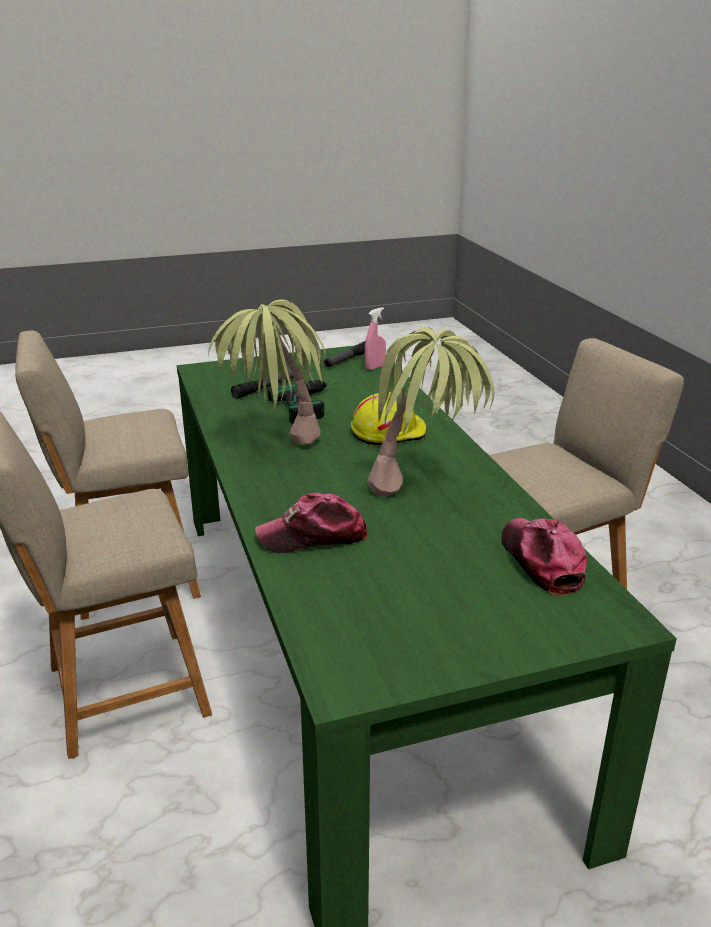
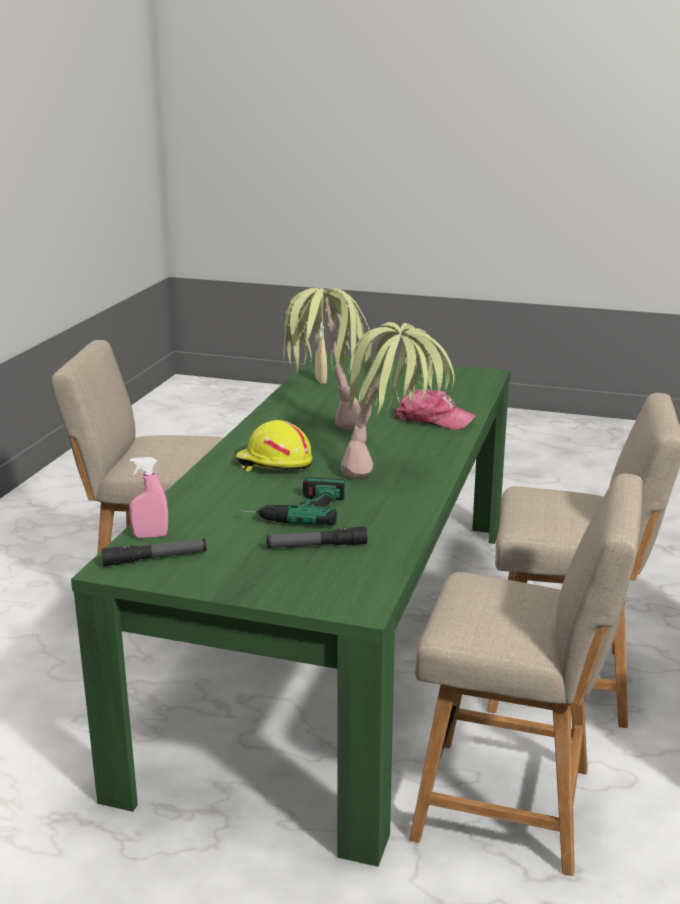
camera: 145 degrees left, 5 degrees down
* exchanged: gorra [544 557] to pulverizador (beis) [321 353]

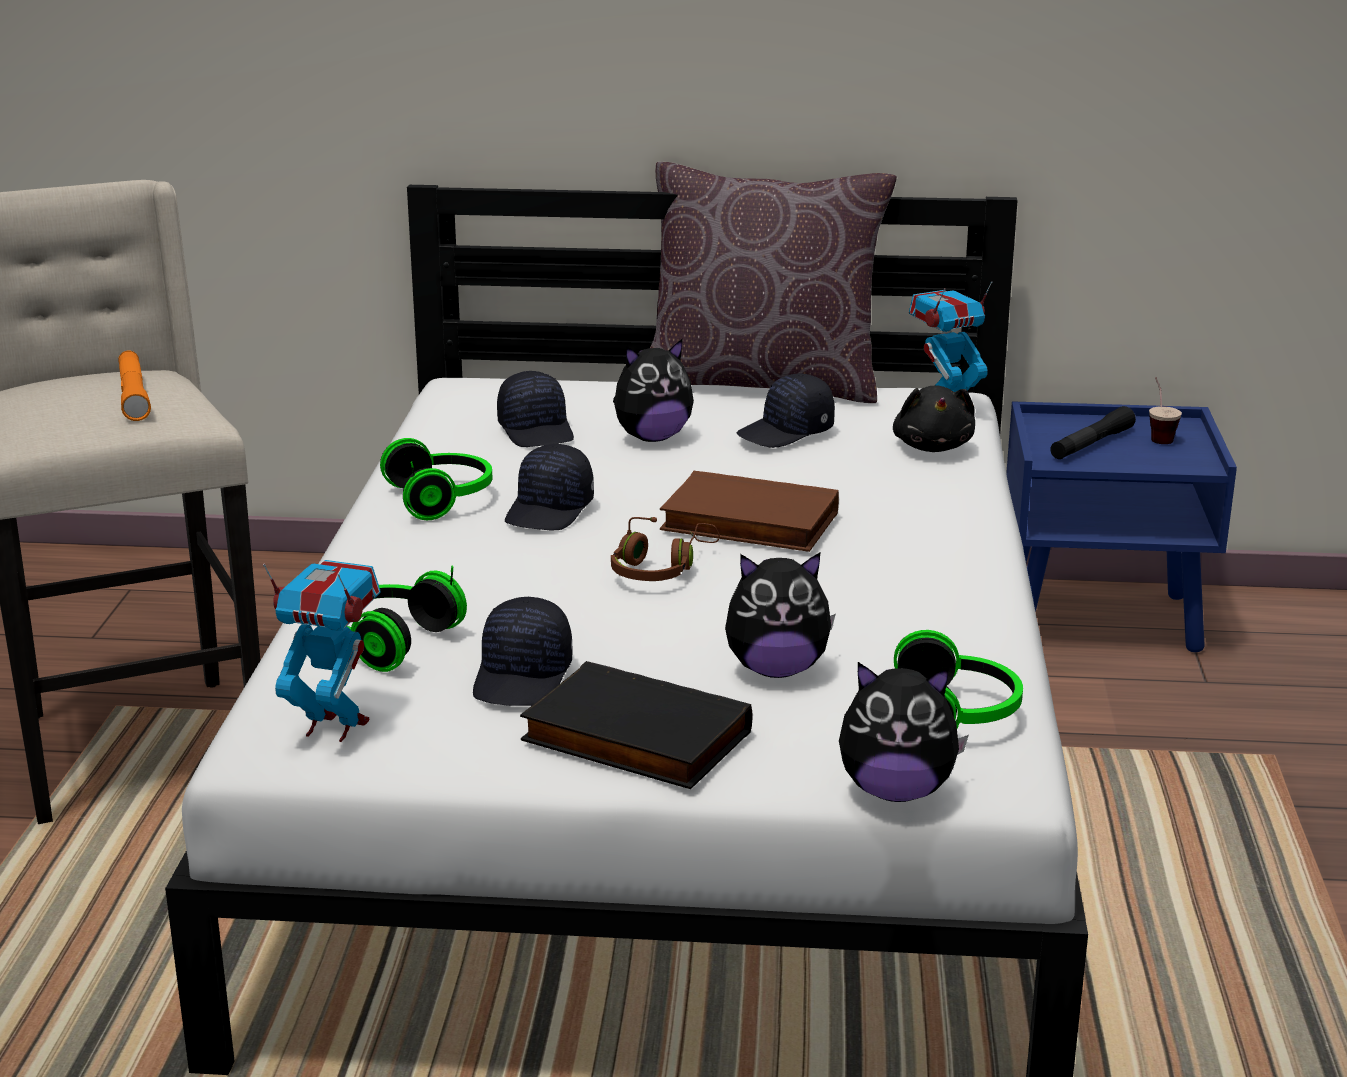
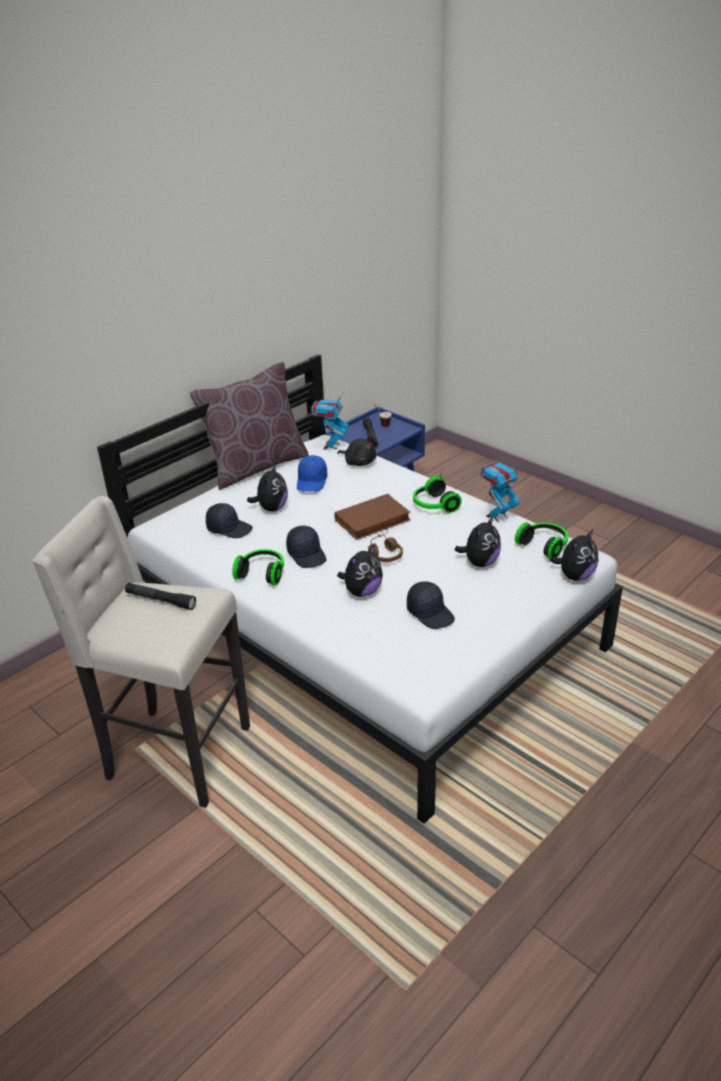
camera: 50 degrees left, 10 degrees up
* colour: linterna (naranja) [134 385] to linterna (negro) [160 596]
* relocated: robot de juguete [322 651] to [500 492]
* relocated: auriculares [406 619] to [437 492]
* missing: libro (negro) [636 725]
* colour: gorra (negro) [786 411] to gorra (azul) [312 473]
* appeared: peluche [360 571]

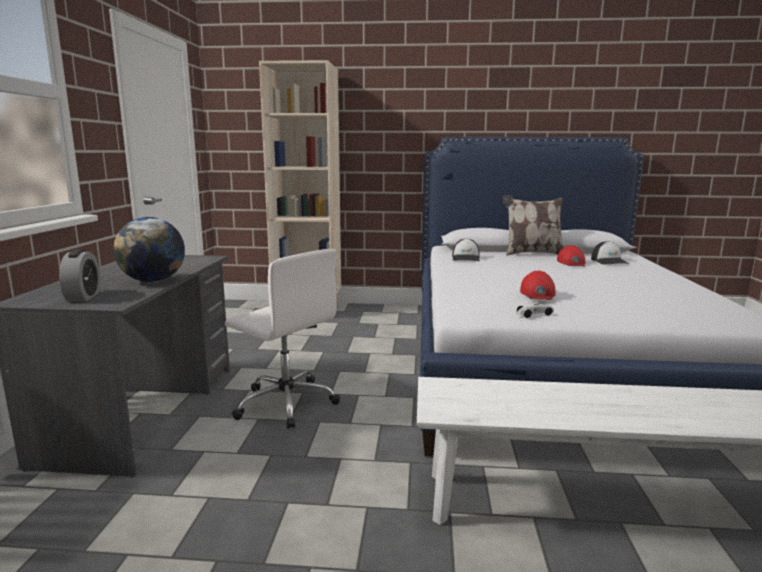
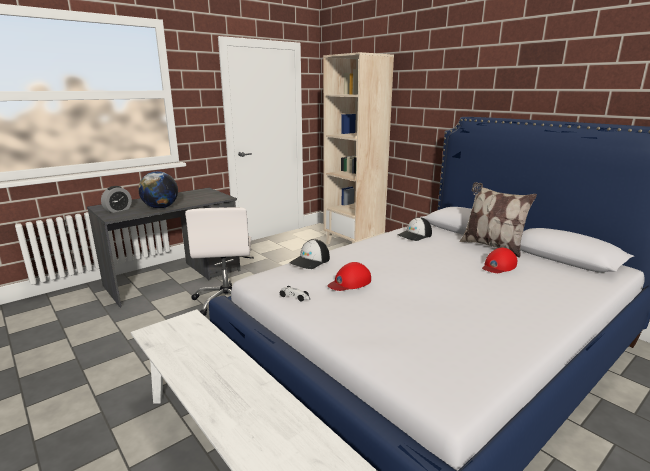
camera: 45 degrees right, 5 degrees up
* relocated: gorra [610 252] to [309 254]

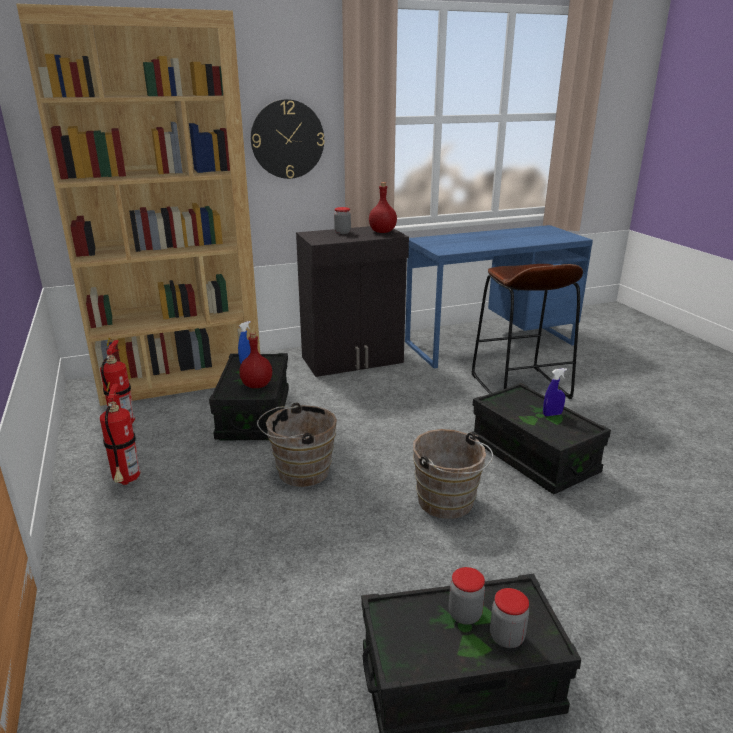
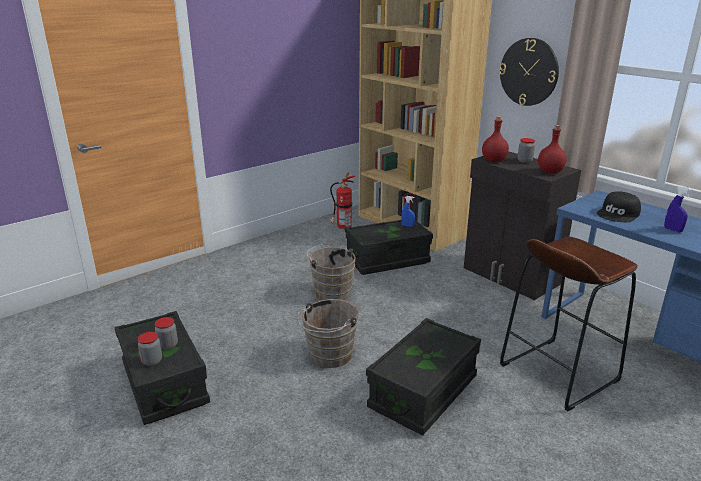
camera: 70 degrees right, 0 degrees up
* missing: extintor [120 433]
* relocated: botella (rojo) [255 360] to [495 139]
* relocated: pulverizador (azul) [555 392] to [678 209]
* appeared: gorra (negro) [619 206]

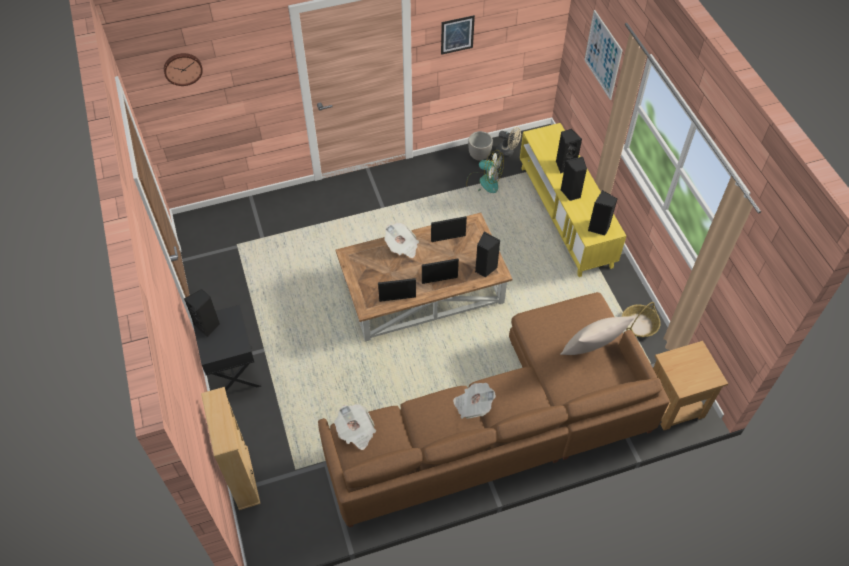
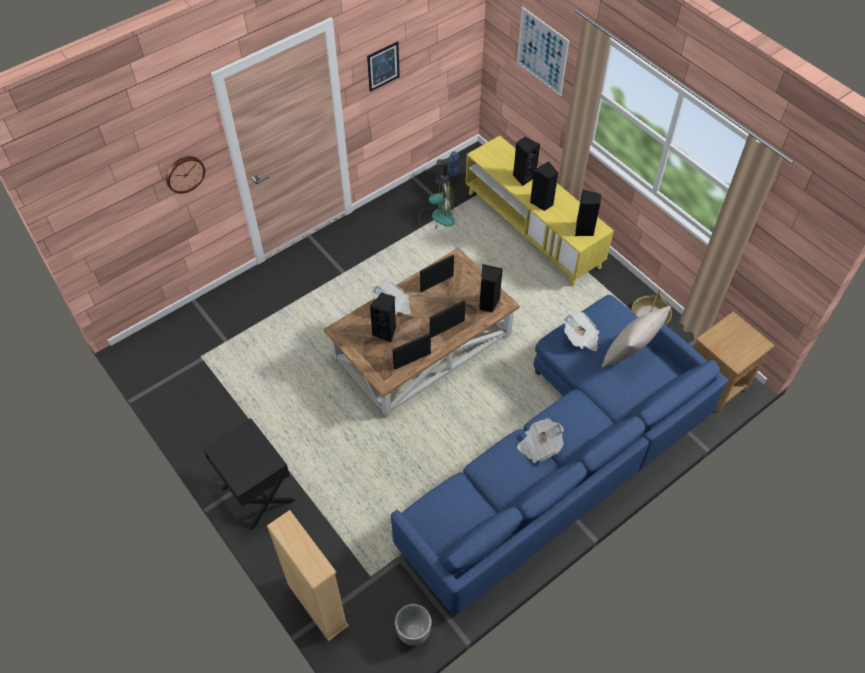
camera: 20 degrees left, 0 degrees up
* relocated: reloj de pared [183 69] to [185 175]
* relocated: altavoz (negro) [202 313] to [383 317]
* colour: sofá (marrón) [494 409] to sofá (azul) [559 456]
* relocated: periódico [355 427] to [581 331]
* relocated: maceta [480 146] to [413 625]
* colour: ventilador (beis) [508 142] to ventilador (azul) [447 169]

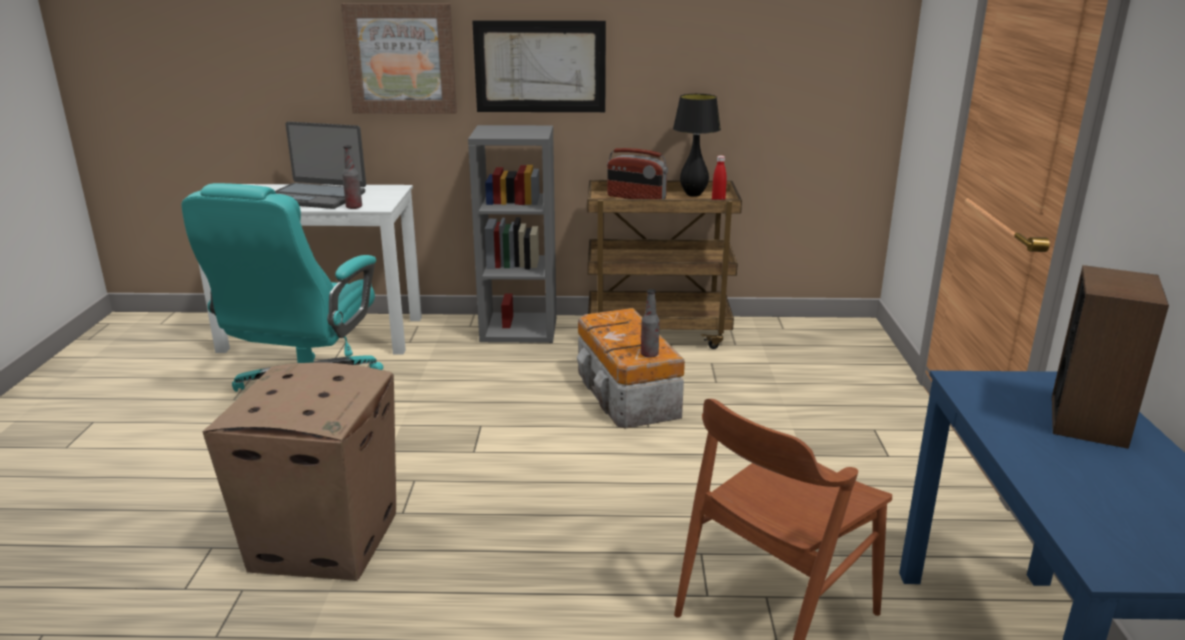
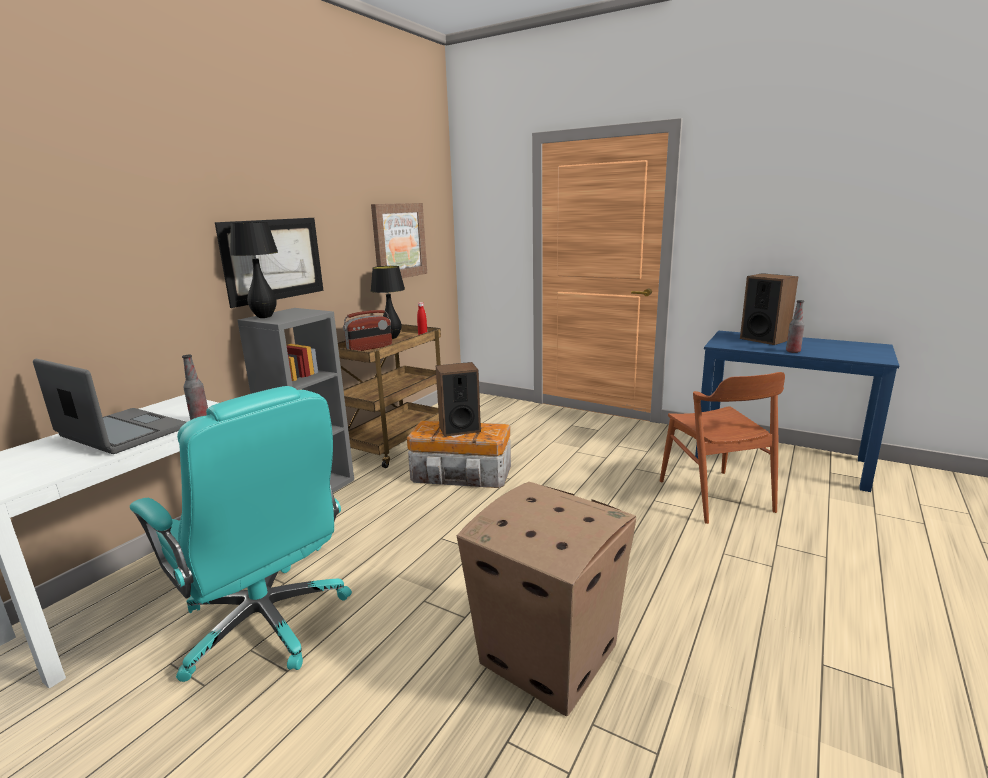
camera: 60 degrees left, 5 degrees down
* spun: portátil [320 165] = [109 406] 105 degrees counterclockwise
* relocated: cuadro [399 58] to [399 240]
* relocated: botella [650 323] to [795 326]
* appeared: lámpara de mesa (negro) [254 270]
* appeared: altavoz [458 399]

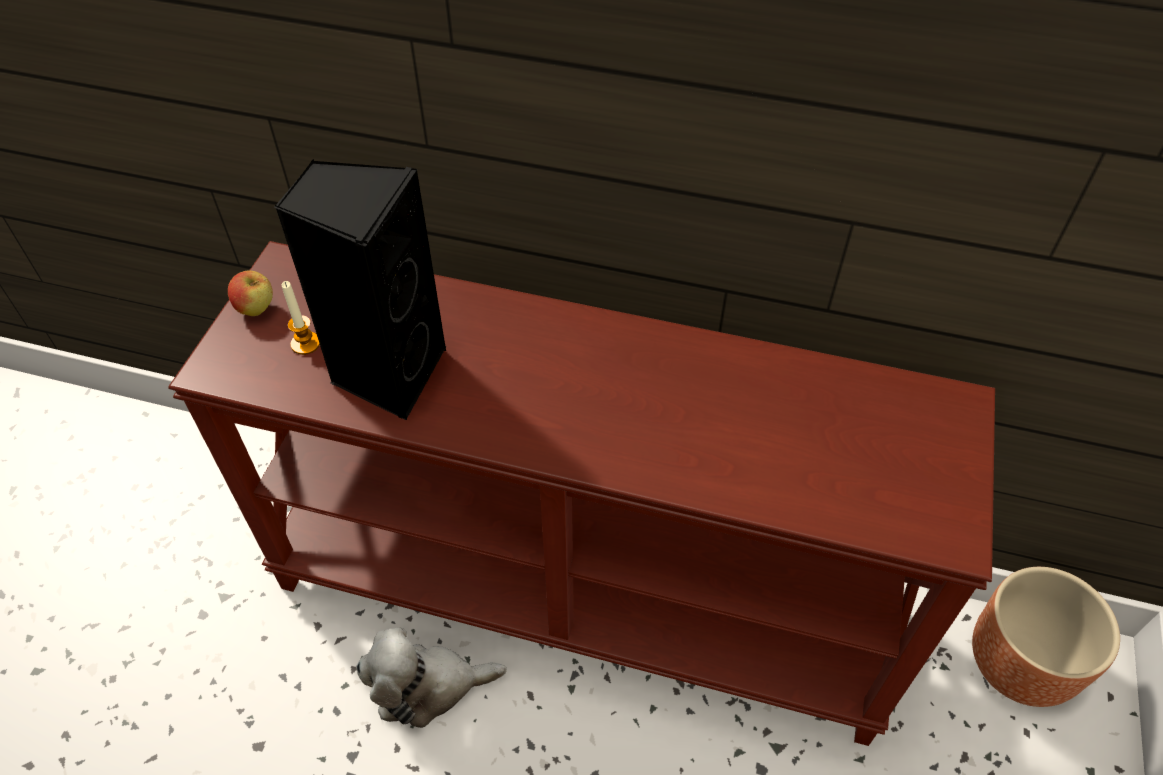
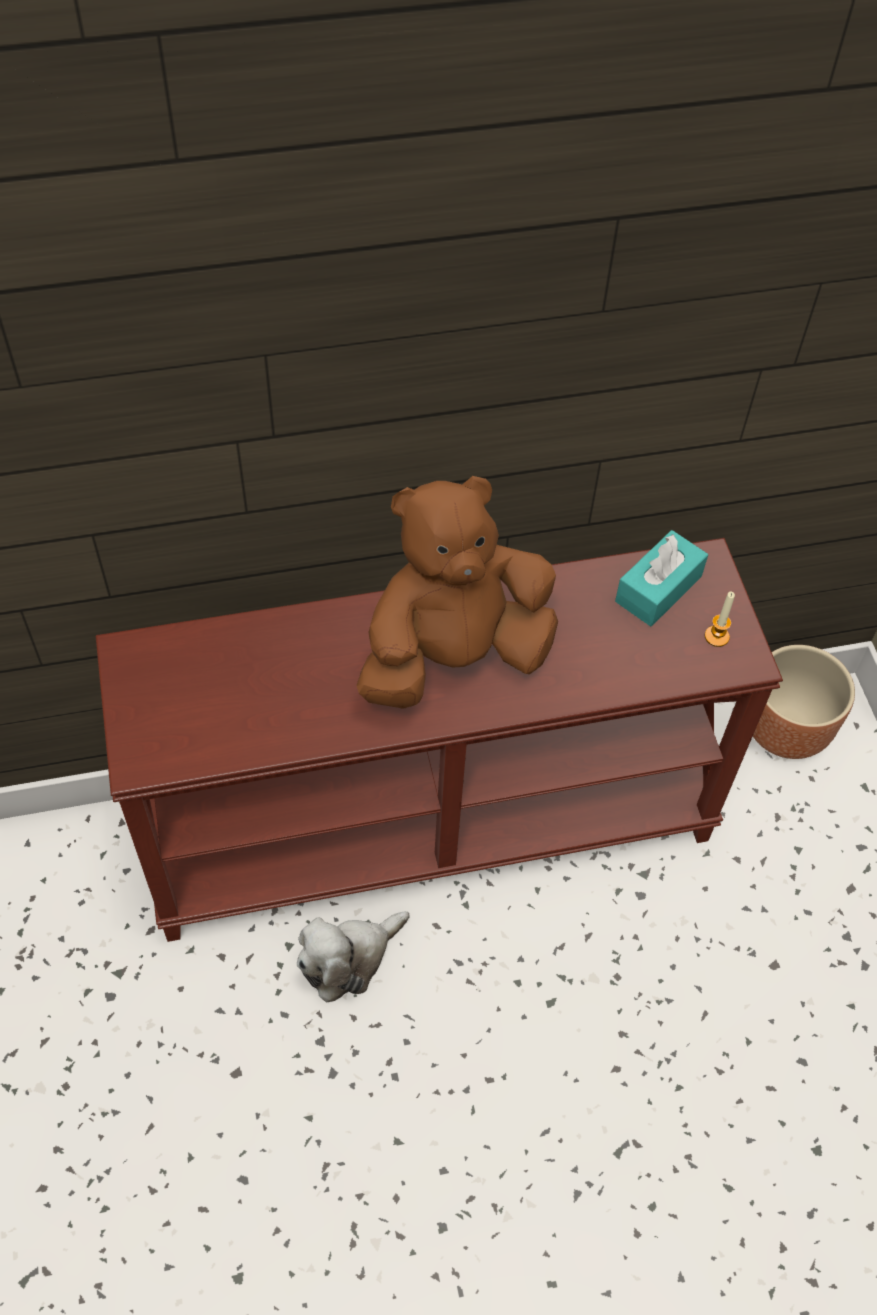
camera: 30 degrees left, 5 degrees up
* missing: manzana [250 293]
* missing: altavoz (negro) [360 289]
* relocated: vela [301 318] to [720 619]
* appeared: peluche (marrón) [457 592]
* appeared: caja de pañuelos (turquesa) [661 578]

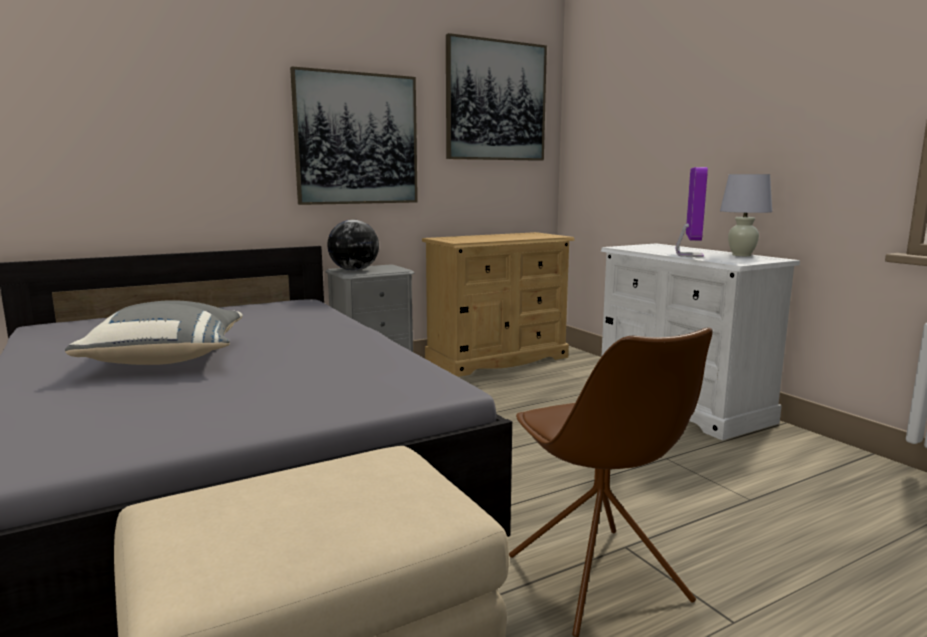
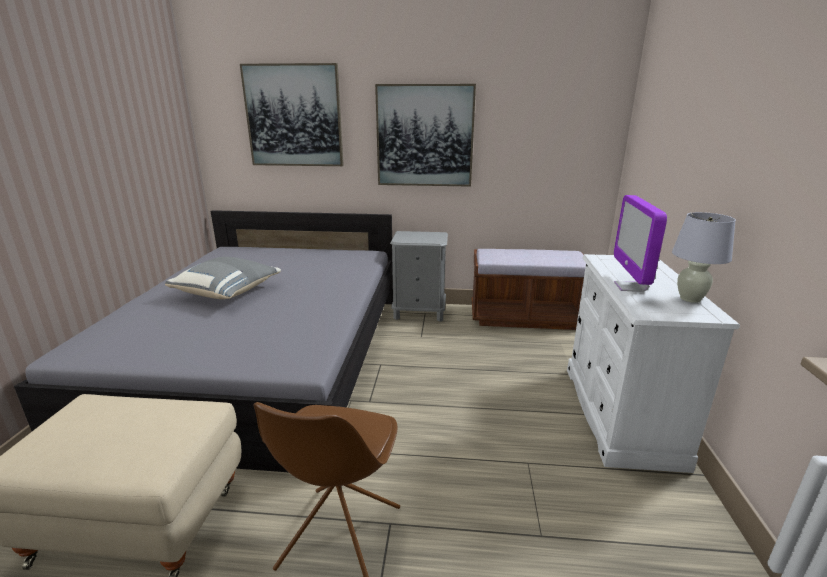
camera: 35 degrees right, 10 degrees up
* missing: globo terráqueo [353 245]
* exchanged: cómoda (beis) [498 304] to banco (marrón) [529 289]
* relocated: cuadro [496 97] to [292 114]
* spun: monitor [692 212] = [640 243] 135 degrees clockwise

